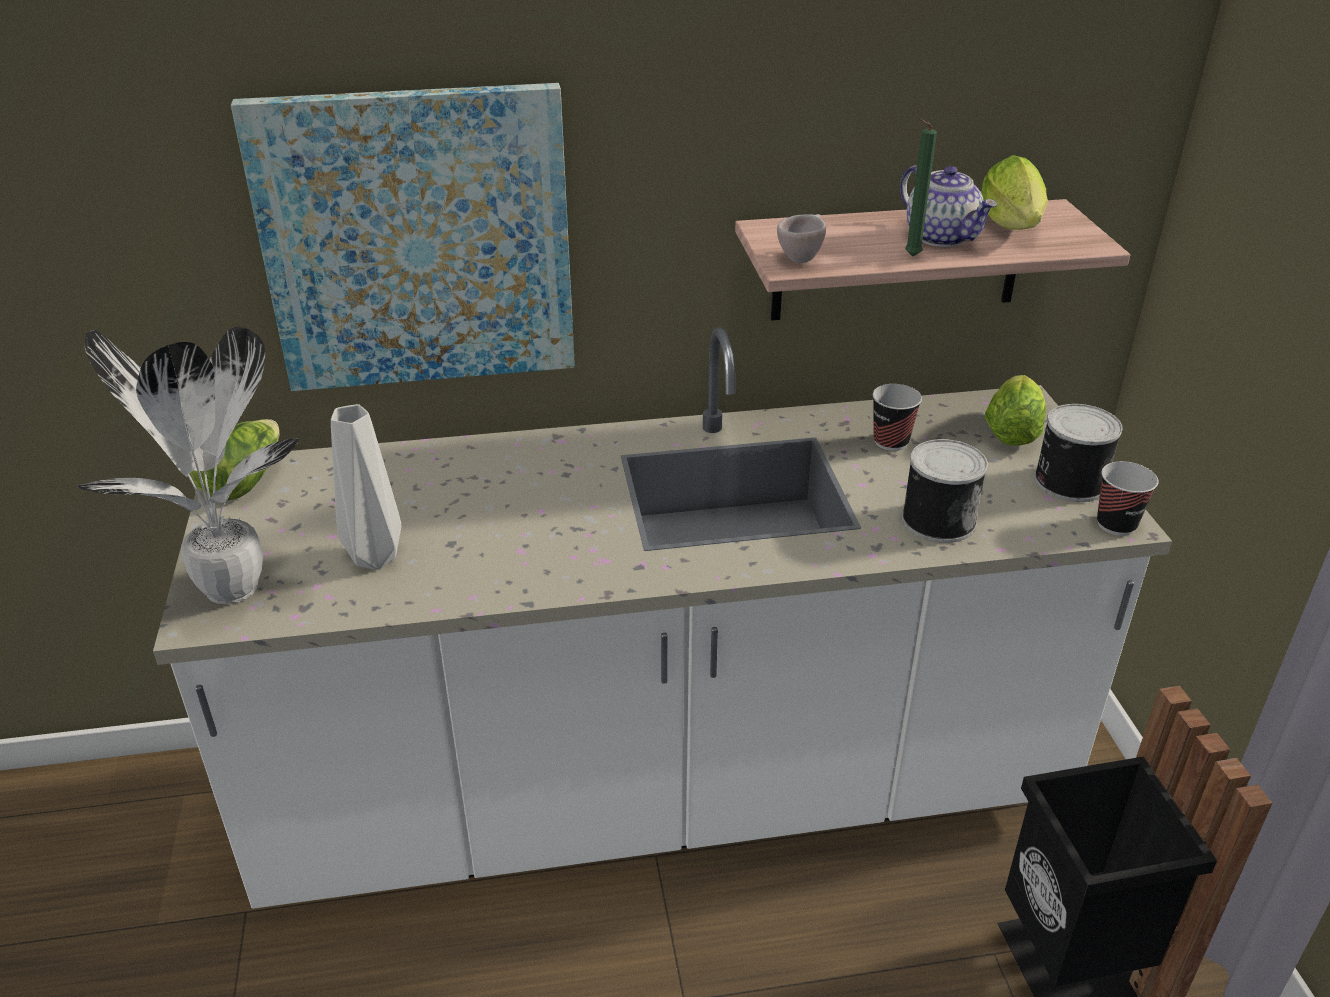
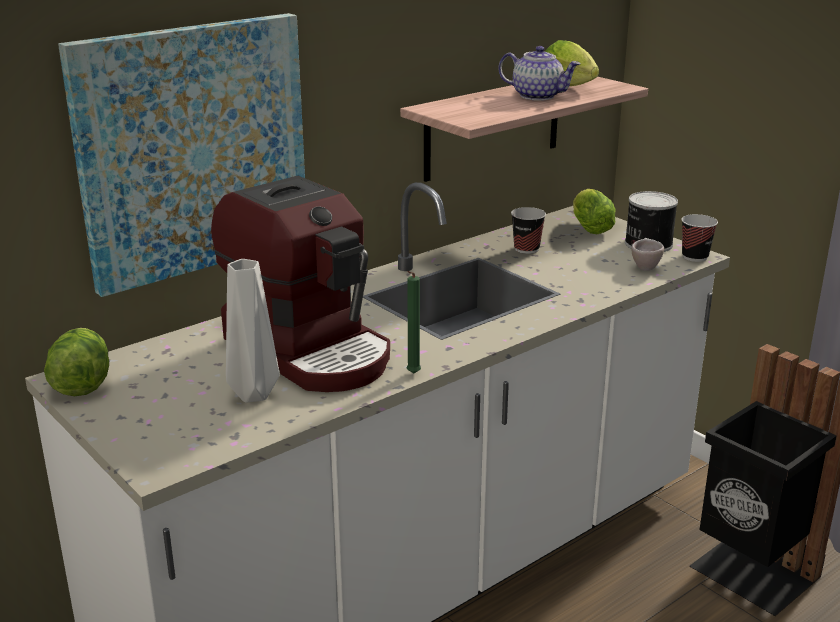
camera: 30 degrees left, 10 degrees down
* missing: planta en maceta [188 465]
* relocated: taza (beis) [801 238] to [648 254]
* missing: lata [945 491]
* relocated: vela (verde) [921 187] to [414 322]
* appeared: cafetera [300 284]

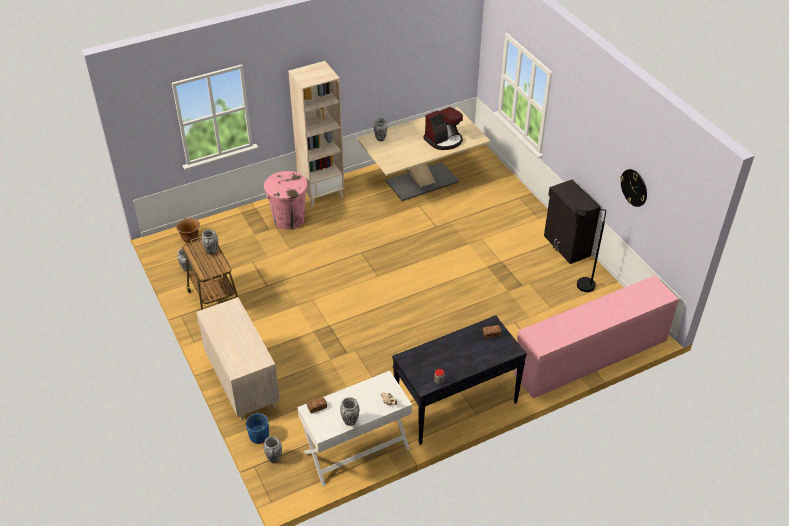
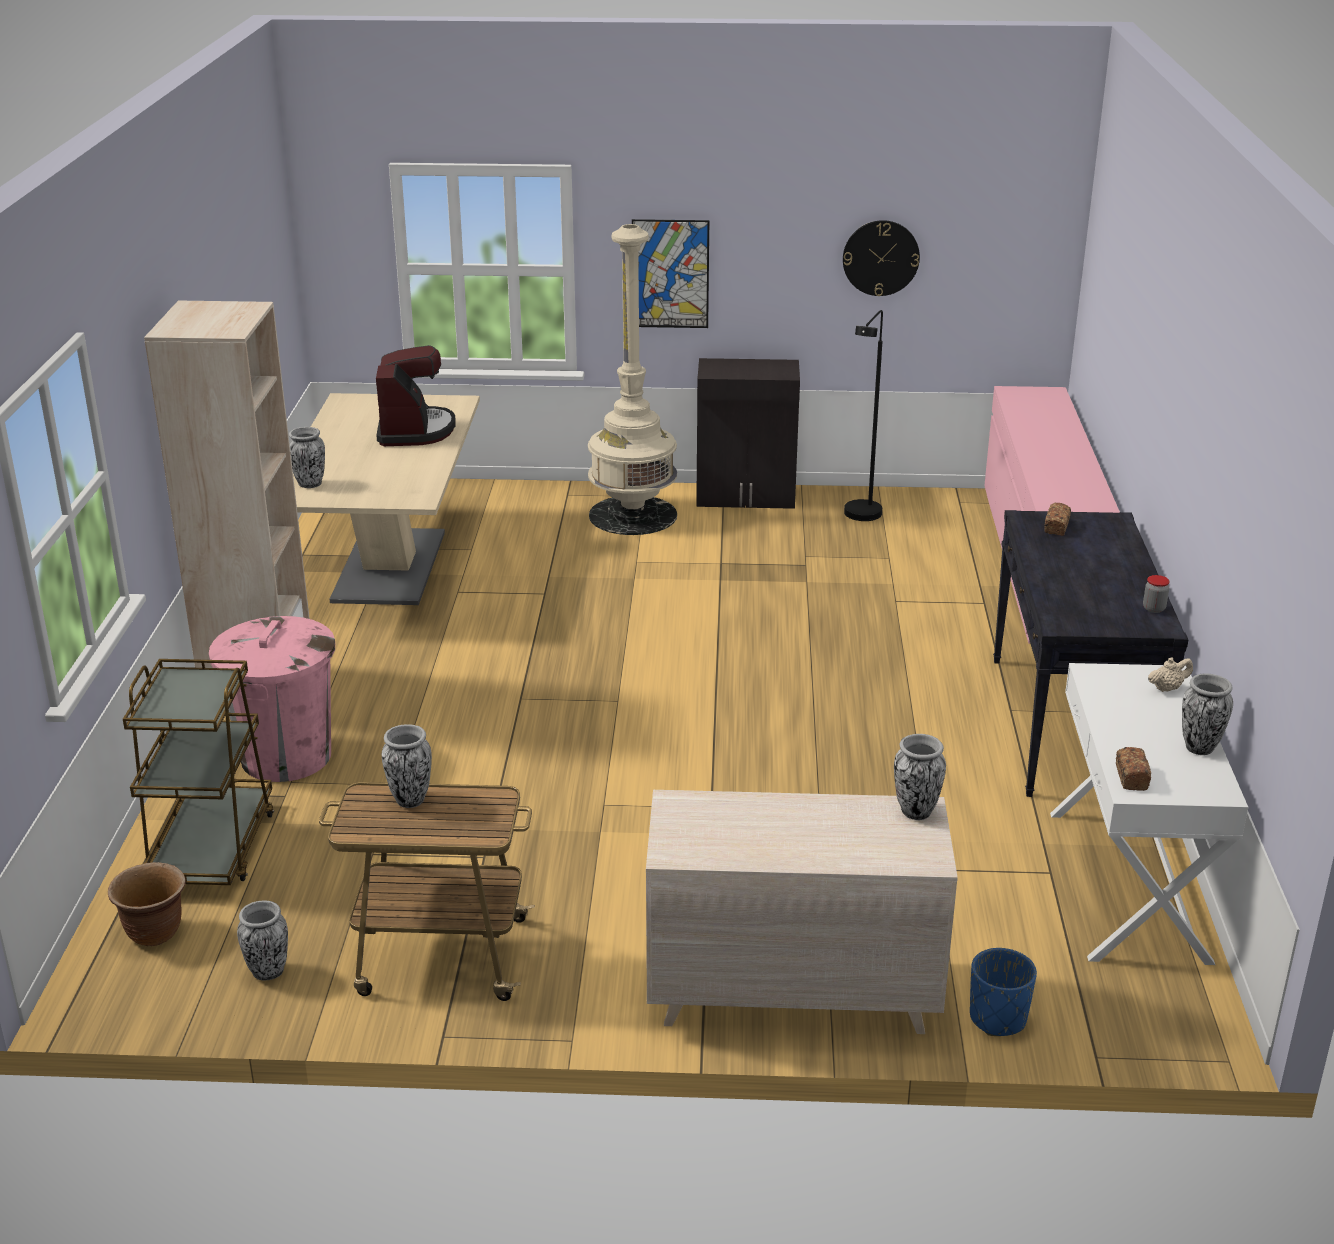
camera: 60 degrees left, 15 degrees down
* relocated: florero [272 449] to [920 777]
* appeared: carrito (marrón) [198 772]
* appeared: lámpara de pie (beis) [632 379]
* appeared: cuadro [670 273]

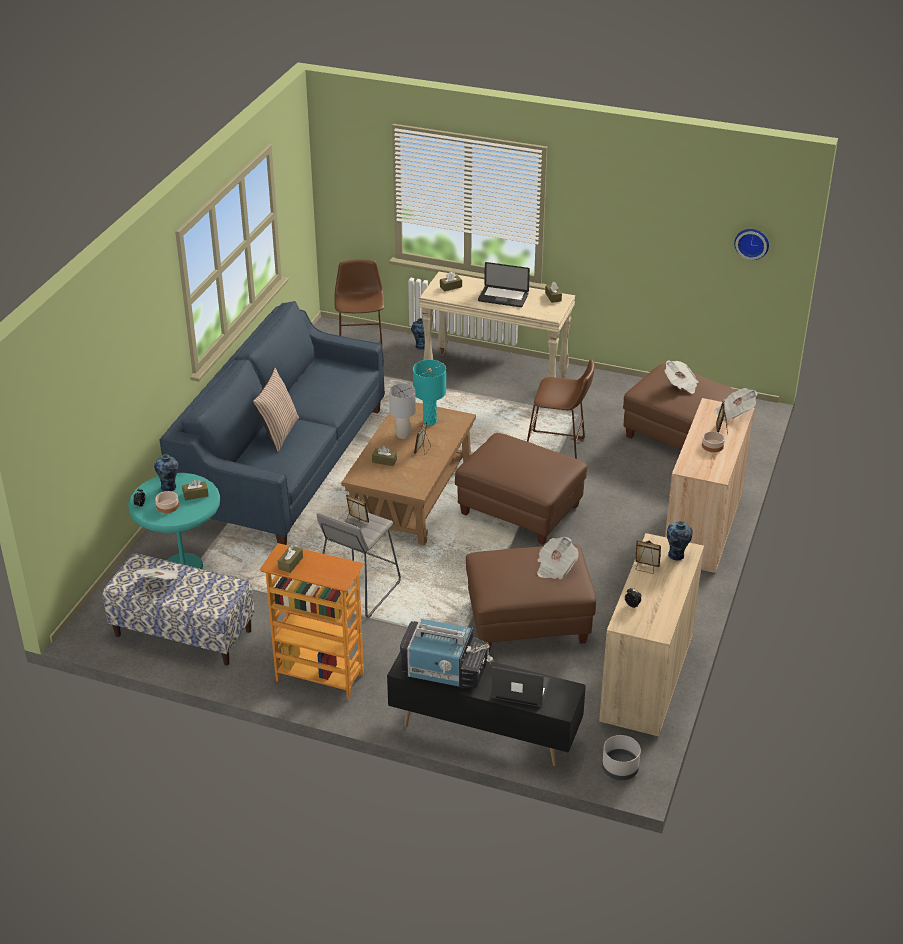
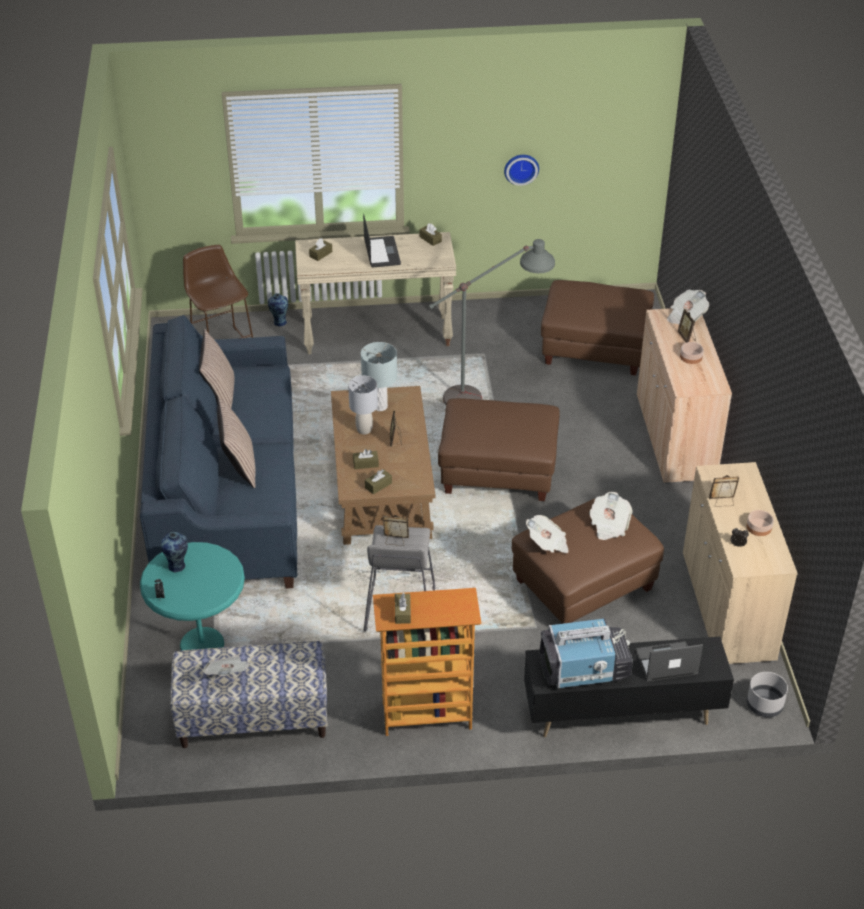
camera: 25 degrees left, 5 degrees up
* relocated: cuenco [167 502] to [760 523]
* relocated: caja de pañuelos (marrón) [195 489] to [378 481]
* colour: lámpara de mesa (turquesa) [429 392] to lámpara de mesa (gris) [379 376]
* spun: portátil [504 284] = [382 241] 90 degrees counterclockwise
* exchanged: taburete (marrón) [561 409] to lámpara de pie (gris) [492 322]
* relocated: periódico [682 377] to [547 534]
* missing: florero [680 541]
* relocated: reloj de pared [751 244] to [521 170]
* appeared: cojín [216 368]

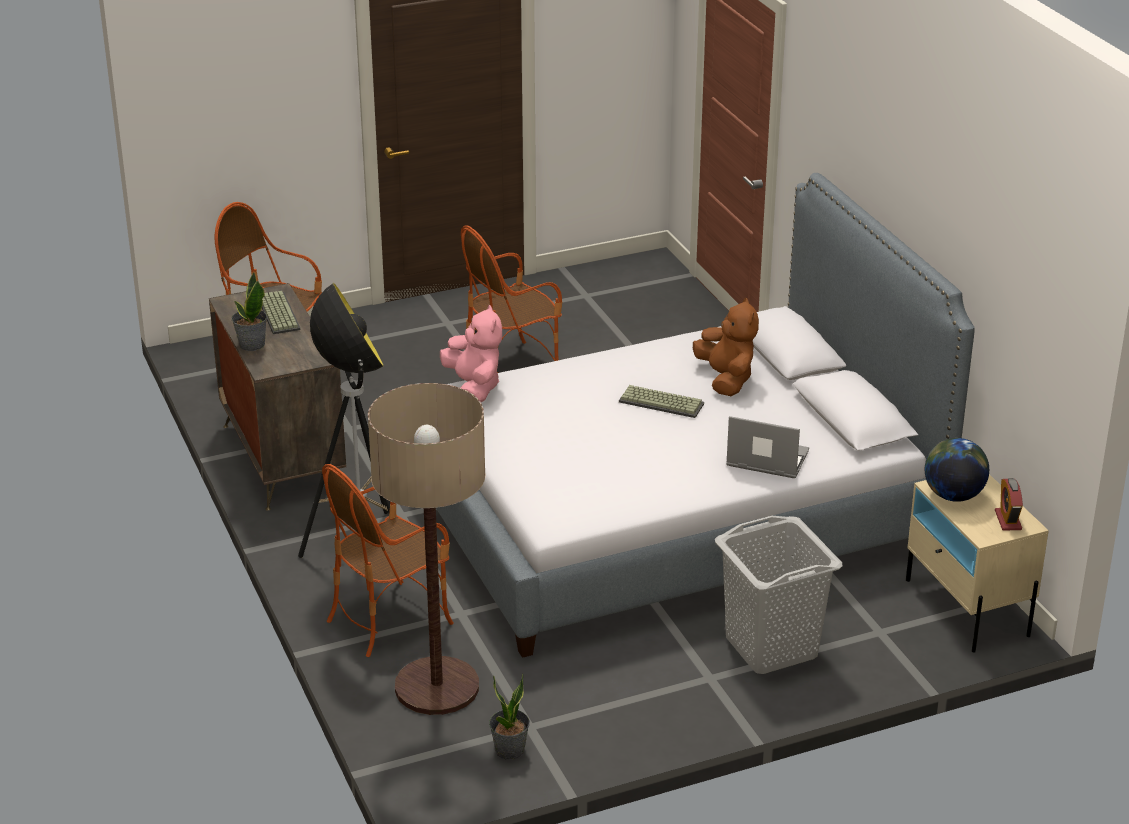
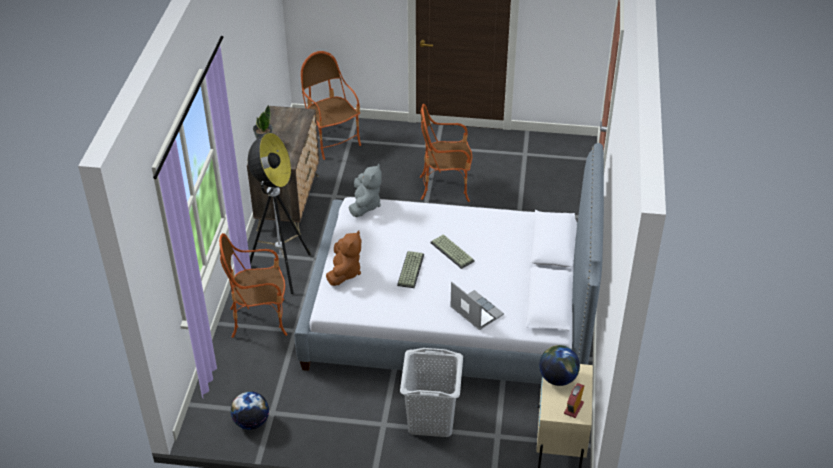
camera: 30 degrees right, 10 degrees up
* relocated: teclado [281 312] to [410 269]
* missing: lámpara de pie [427 549]
* colour: peluche (rosa) [471 353] to peluche (gris) [365 190]
* exchanged: planta en maceta [509 716] to globo terráqueo [250 410]
* relocated: peluche (marrón) [726 346] to [343 258]

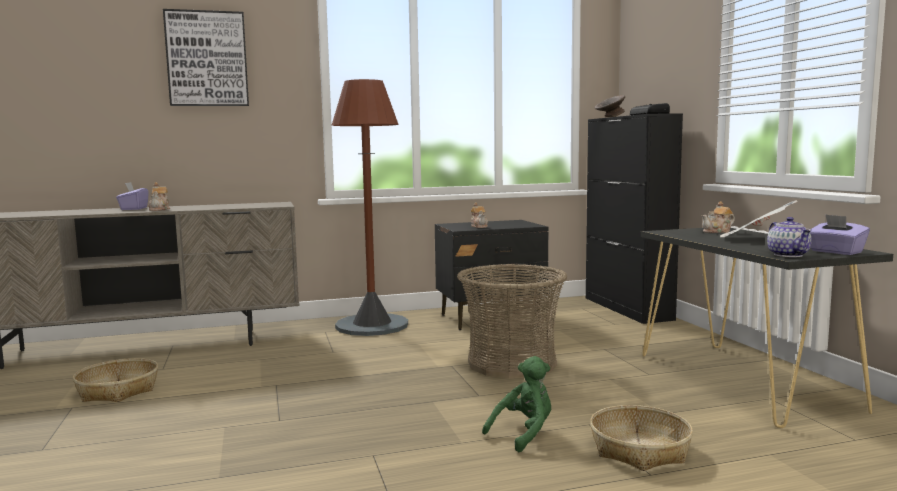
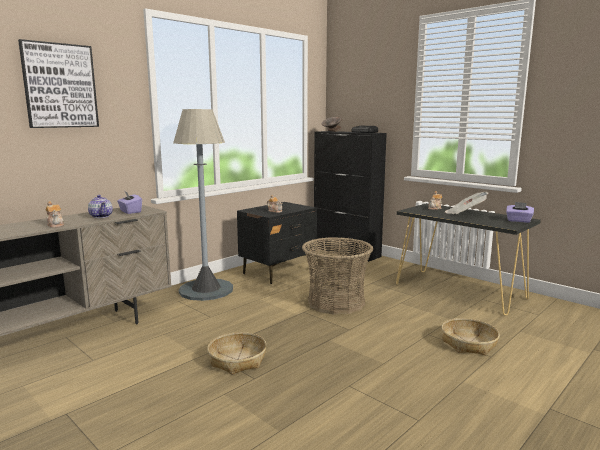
camera: 30 degrees left, 5 degrees up
* relocated: cesta [115 380] to [237 353]
* relocated: caja de pañuelos (morado) [132 196] to [129 202]
* colour: lámpara de pie (marrón) [370 207] to lámpara de pie (gris) [203 205]
* missing: peluche (verde) [516 404]
* relocated: tetera [789 237] to [100 206]

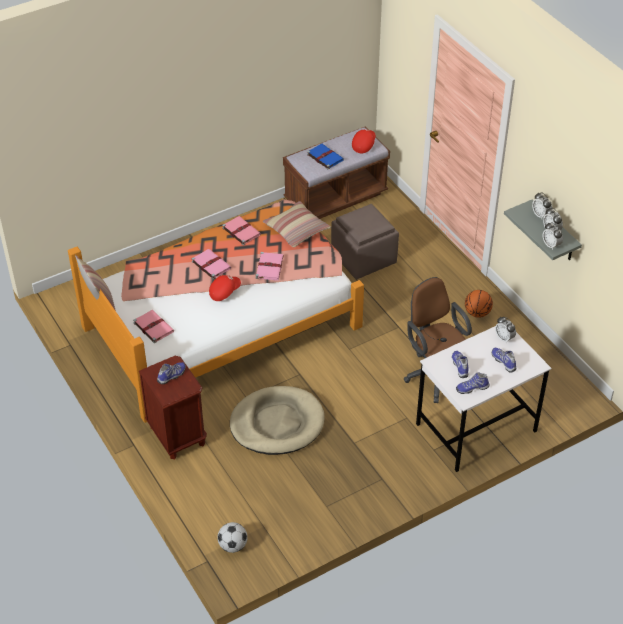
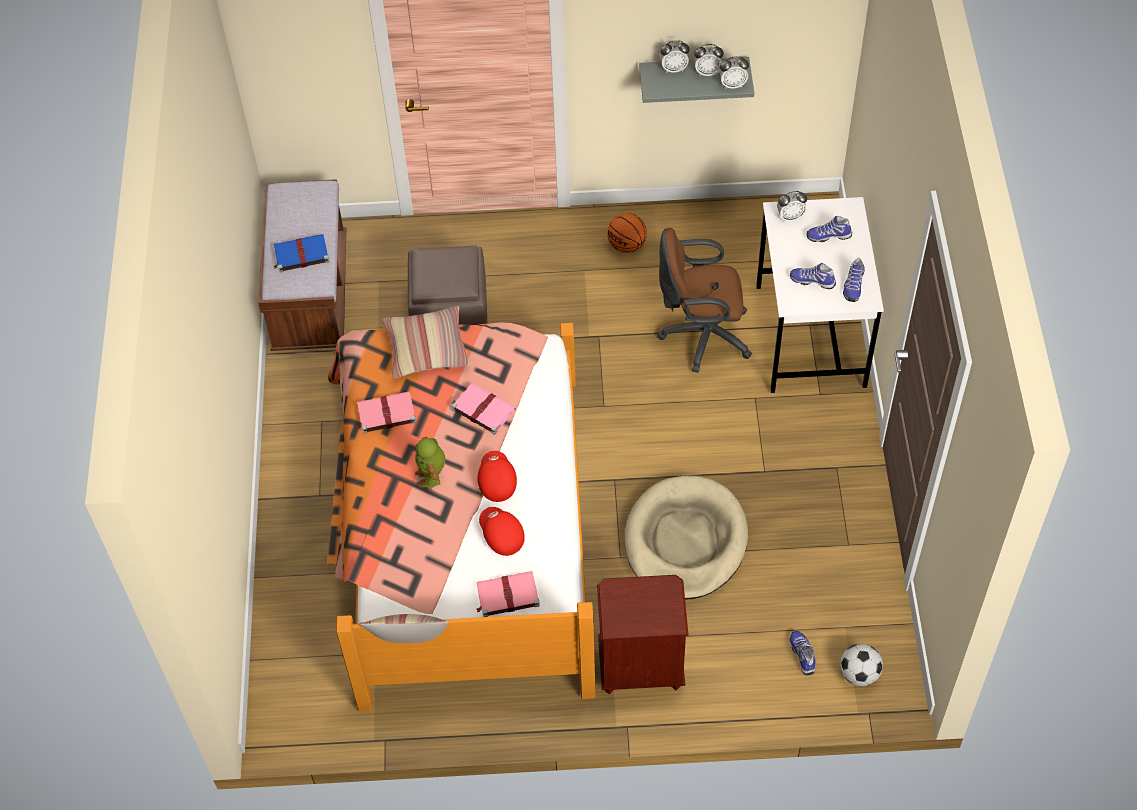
camera: 60 degrees left, 10 degrees up
* relocated: zapato [171 373] to [803 653]
* exchanged: libro (rosa) [211 264] to robot de juguete [430 463]
* relocated: gorra (rojo) [364 141] to [502 531]

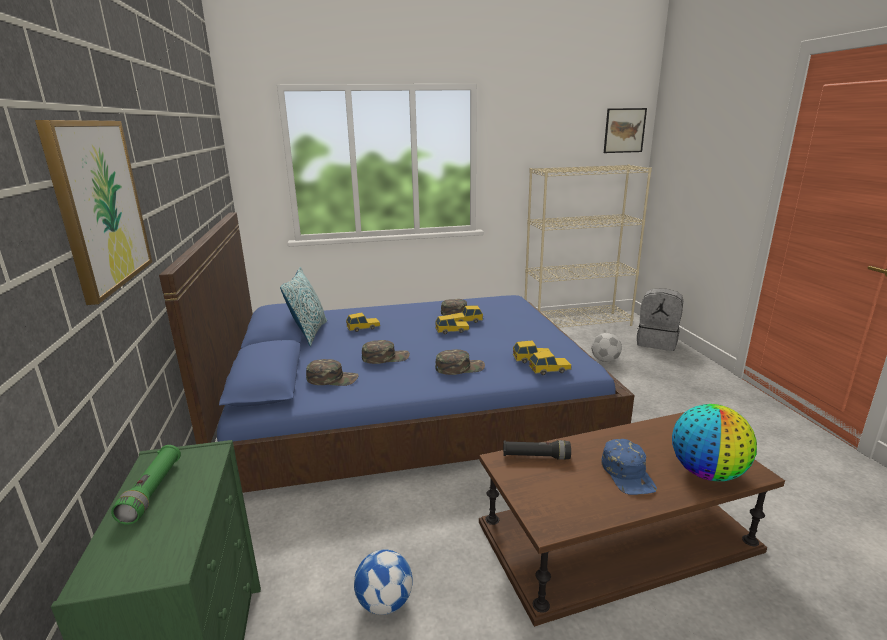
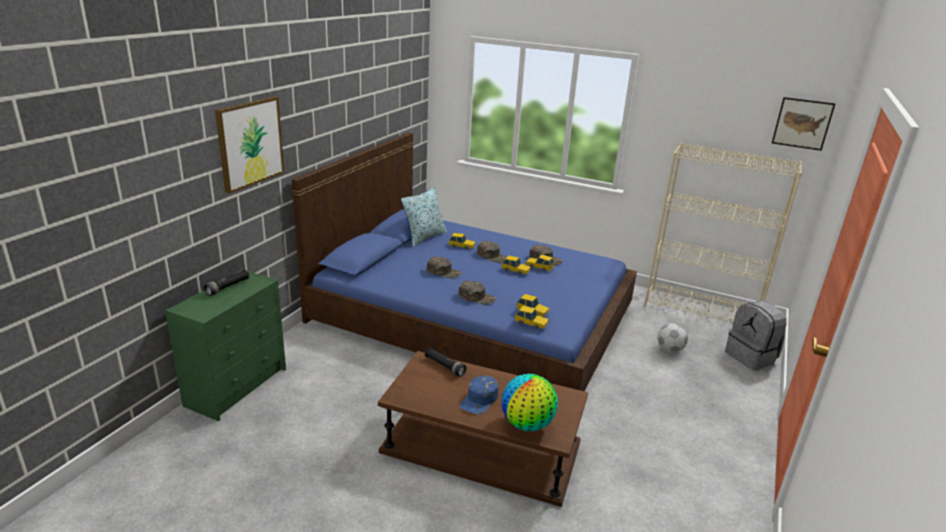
camera: 35 degrees right, 5 degrees up
* colour: linterna (verde) [146 485] to linterna (negro) [226 283]
* relocated: gorra (verde) [332 372] to [492 252]
* missing: balón de fútbol [383 582]

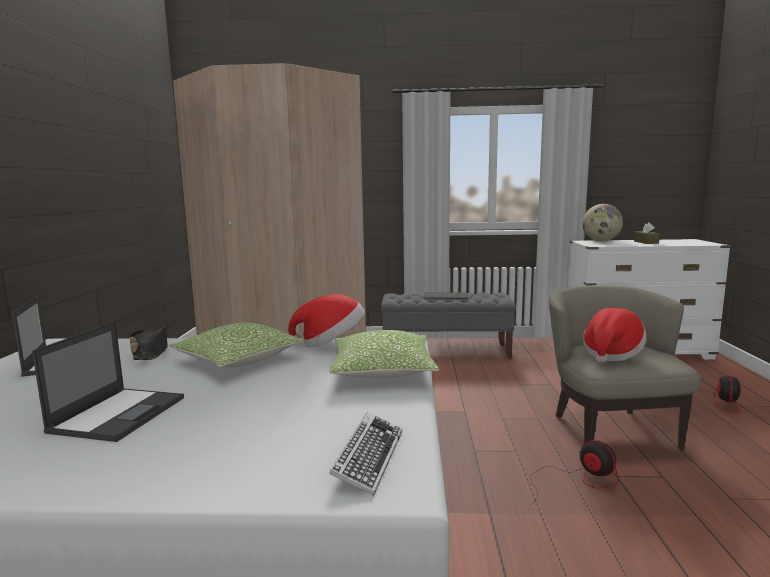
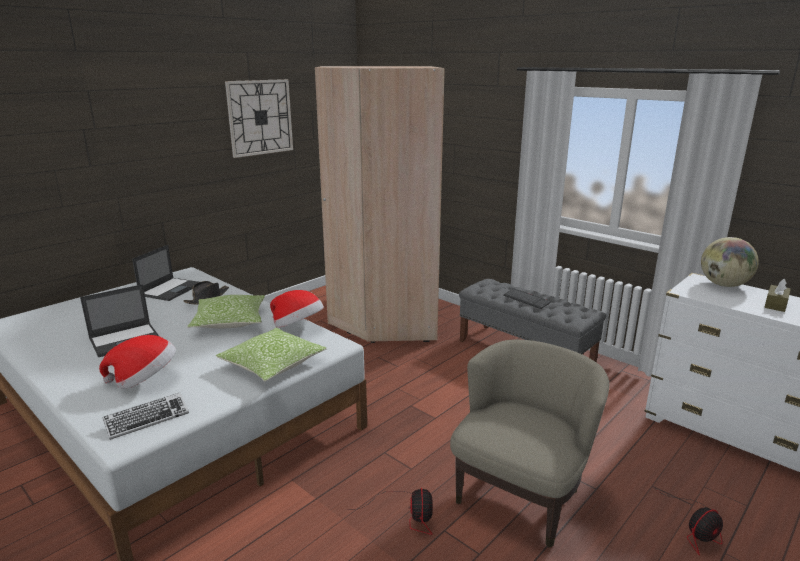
camera: 40 degrees right, 10 degrees up
* relocated: sombrero [614 335] to [137 362]
* appeared: reloj de pared [259 118]

